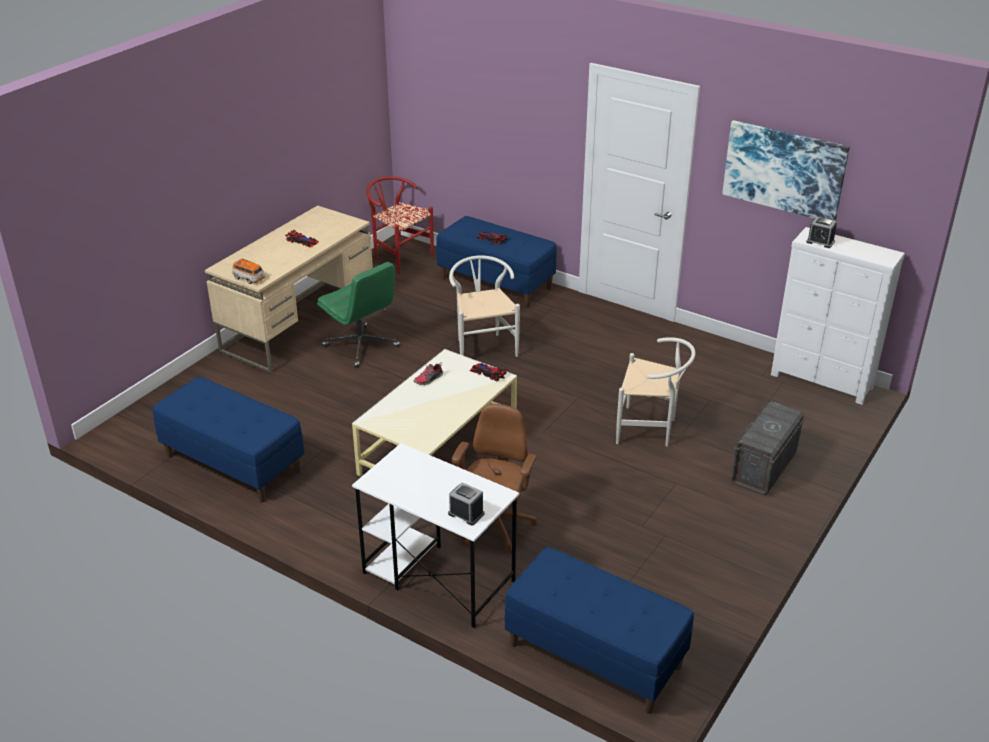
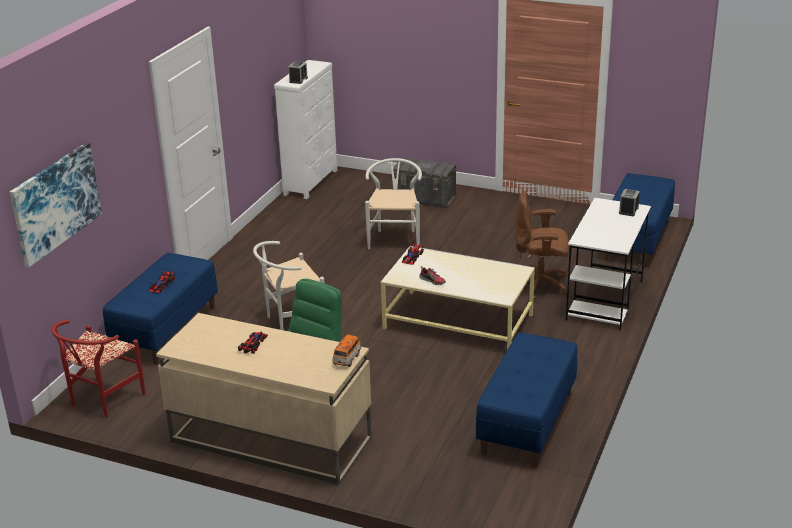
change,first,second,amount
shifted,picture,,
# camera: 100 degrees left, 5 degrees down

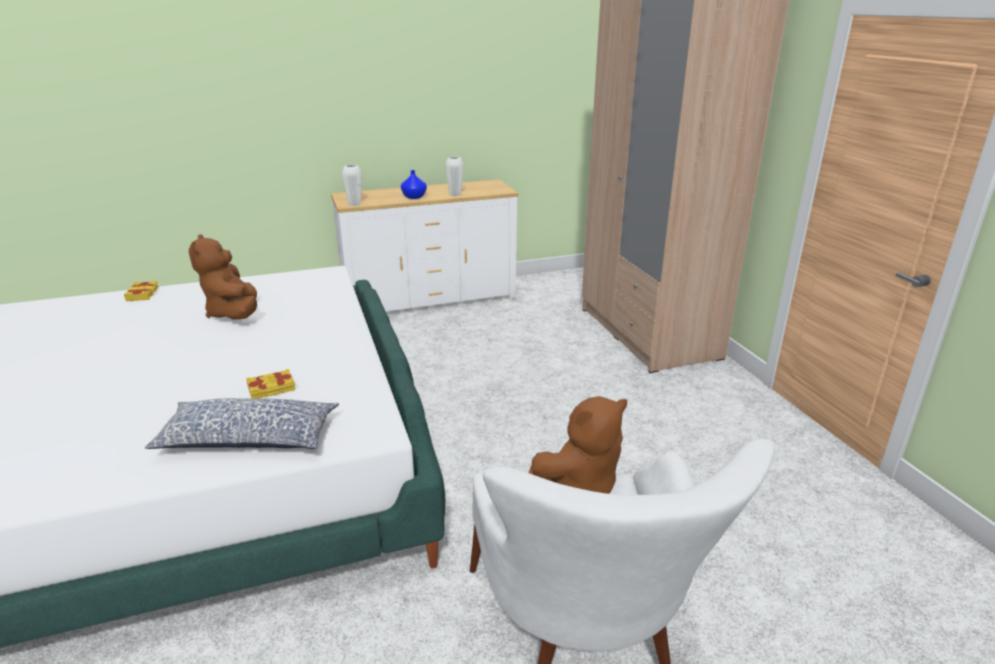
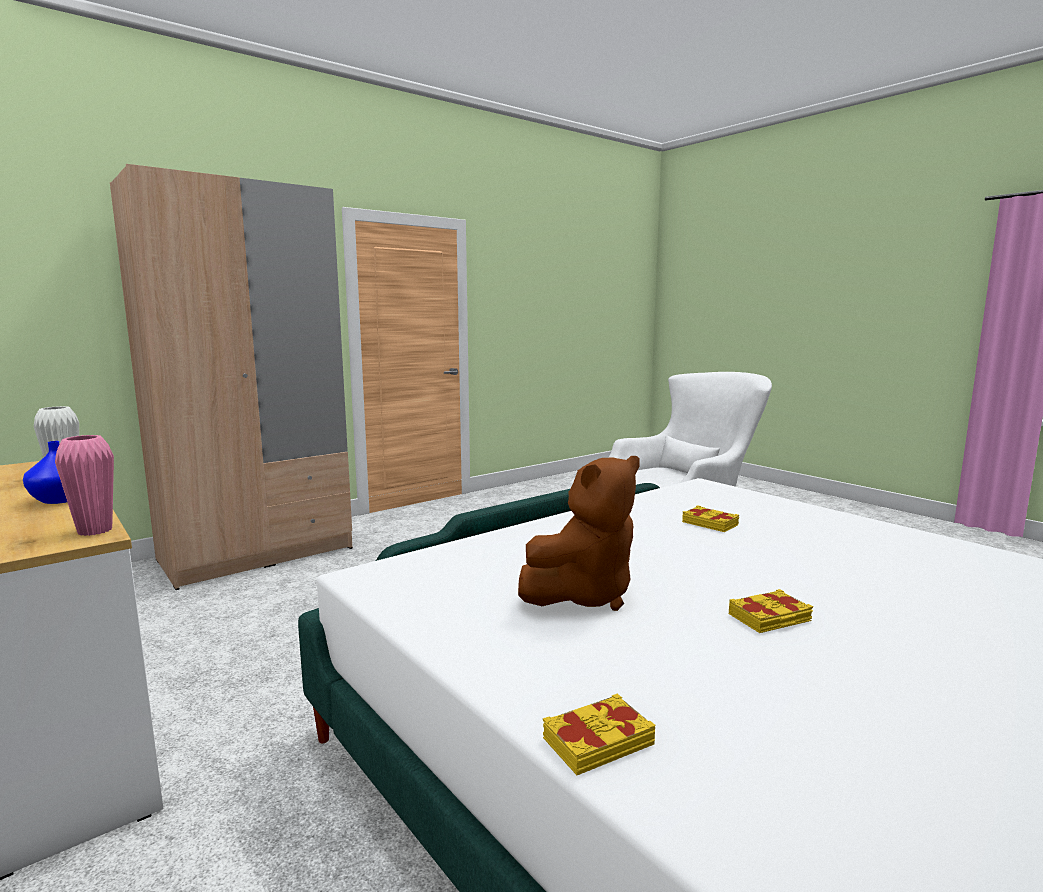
change,first,second,amount
repainted,white vase (no. 1 from left),pink vase,
new,,yellow book (no. 3 from left),
gone,pillow,,
gone,brown plush toy (no. 2 from left),,
# camera: 110 degrees left, 15 degrees down

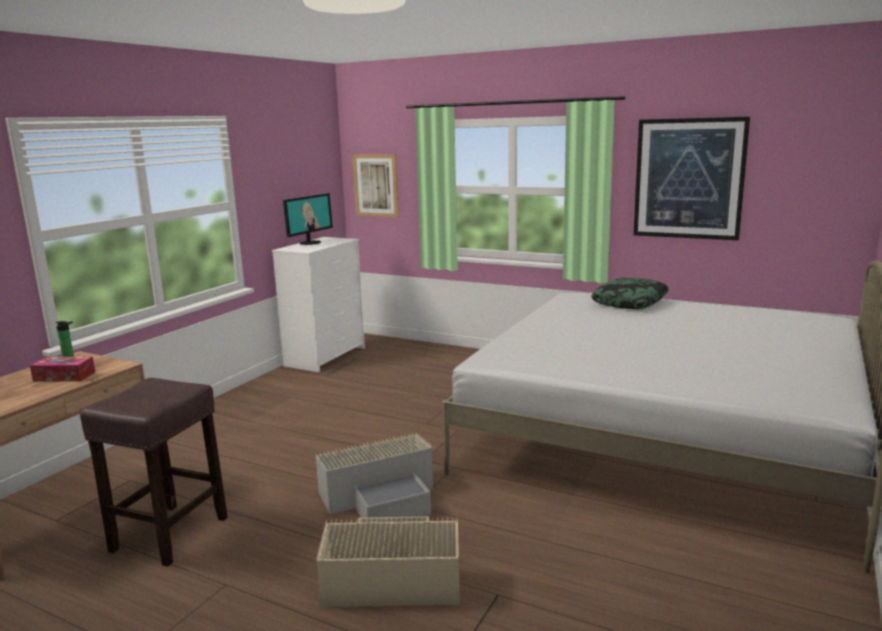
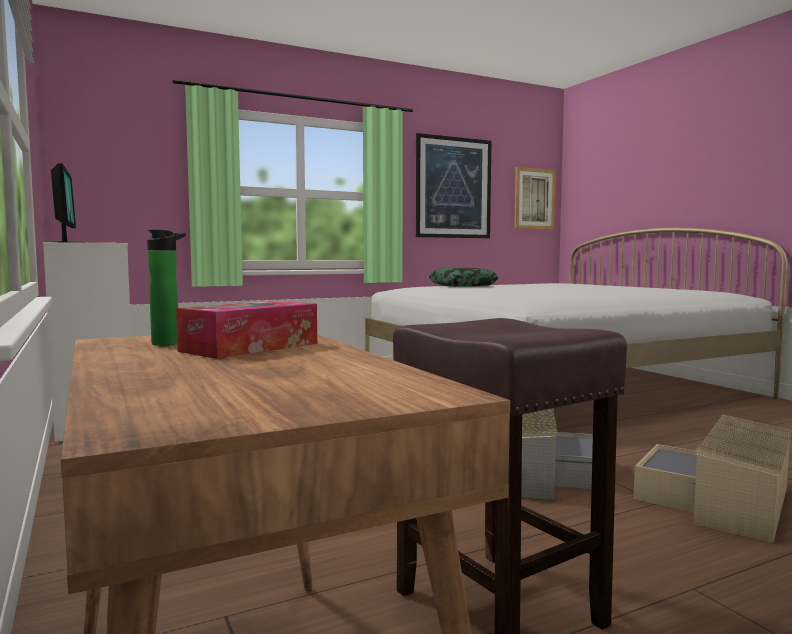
change,first,second,amount
shifted,picture (no. 1 from left in the first image),picture (no. 2 from left),
# camera: 55 degrees left, 10 degrees down

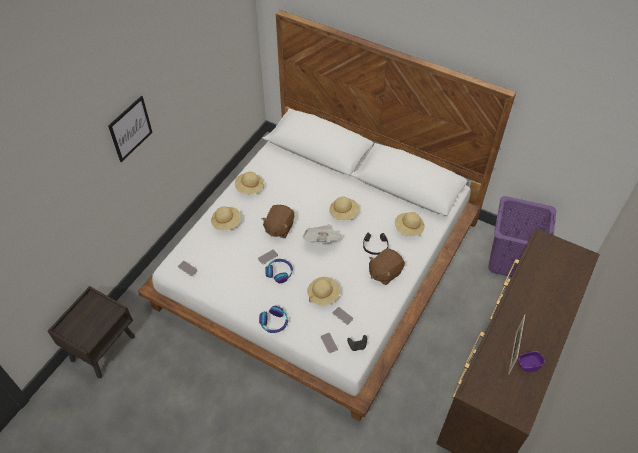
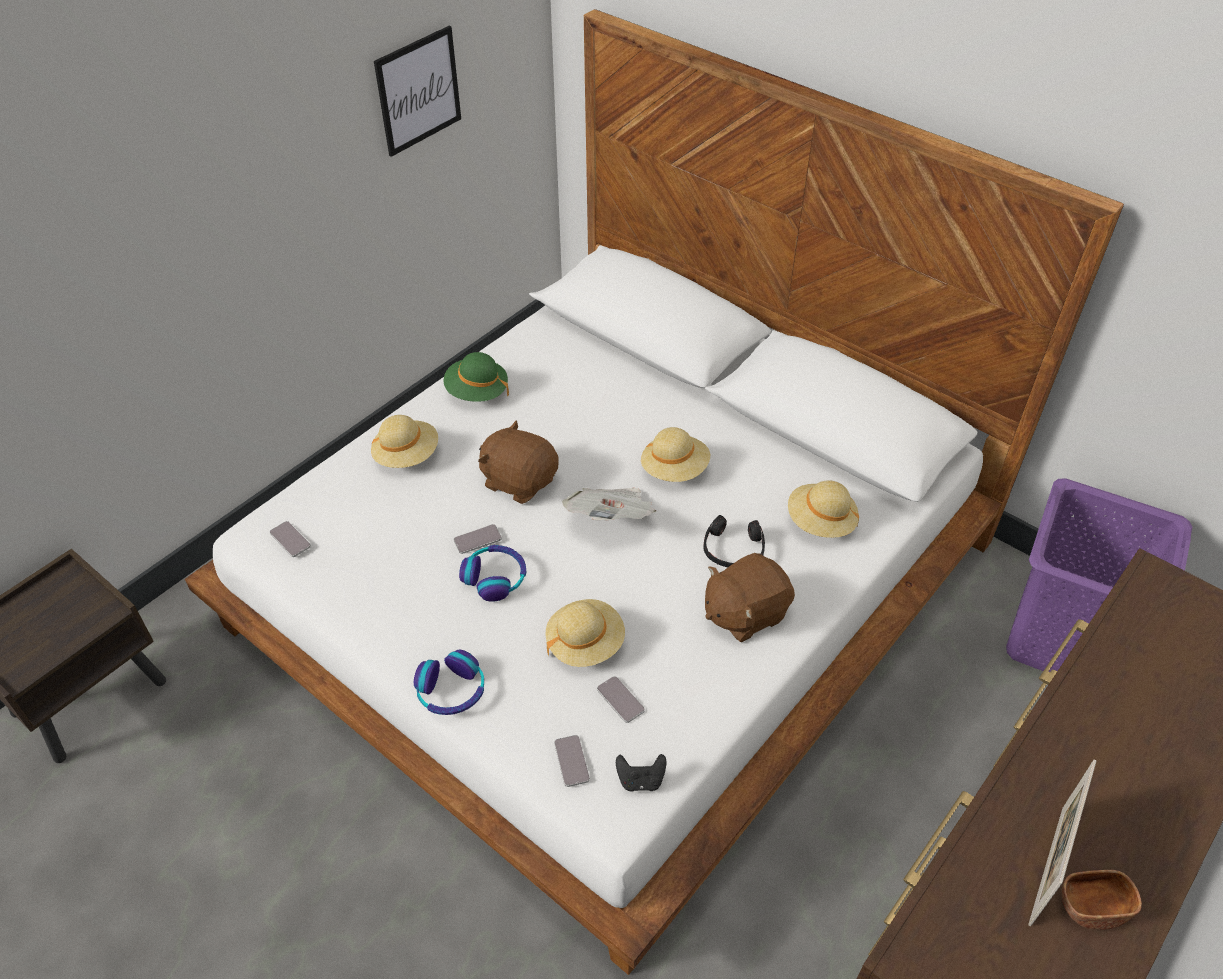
change,first,second,amount
shifted,picture,,
repainted,beige hat (no. 2 from left),green hat,
rotated,brown plush toy (no. 1 from left),,90 degrees clockwise
repainted,purple bowl,brown bowl,
# camera: 10 degrees right, 5 degrees down

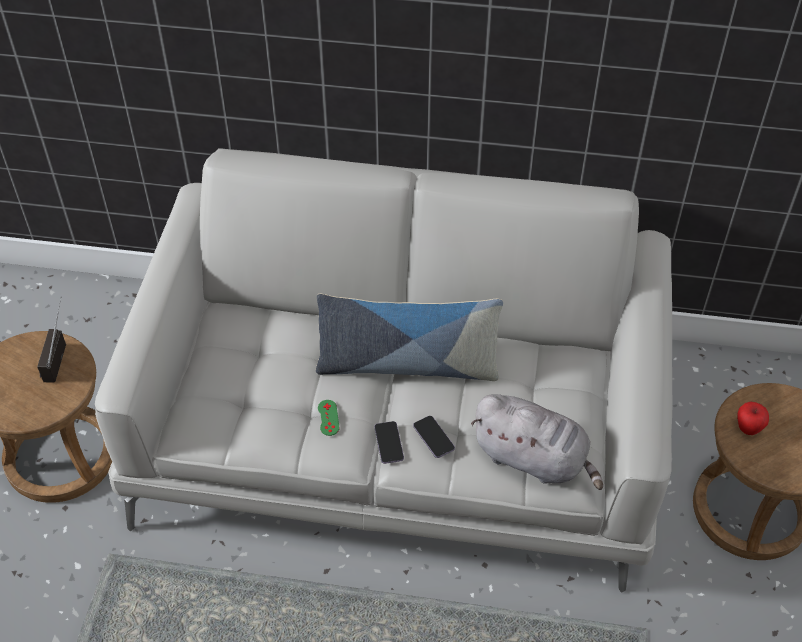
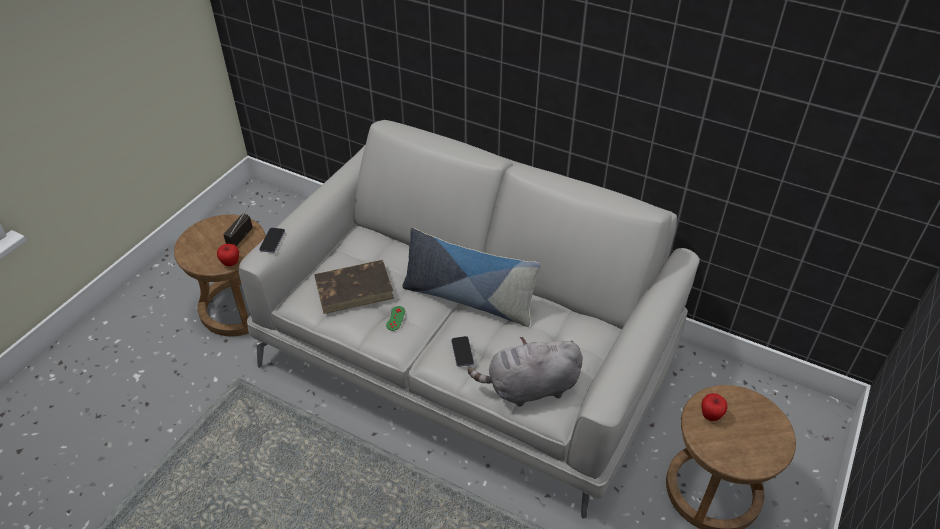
change,first,second,amount
new,,apple (no. 1 from left),
shifted,phone (no. 1 from left),,
new,,brown book,
rotated,grey plush toy,,120 degrees clockwise
# camera: 20 degrees right, 5 degrees down

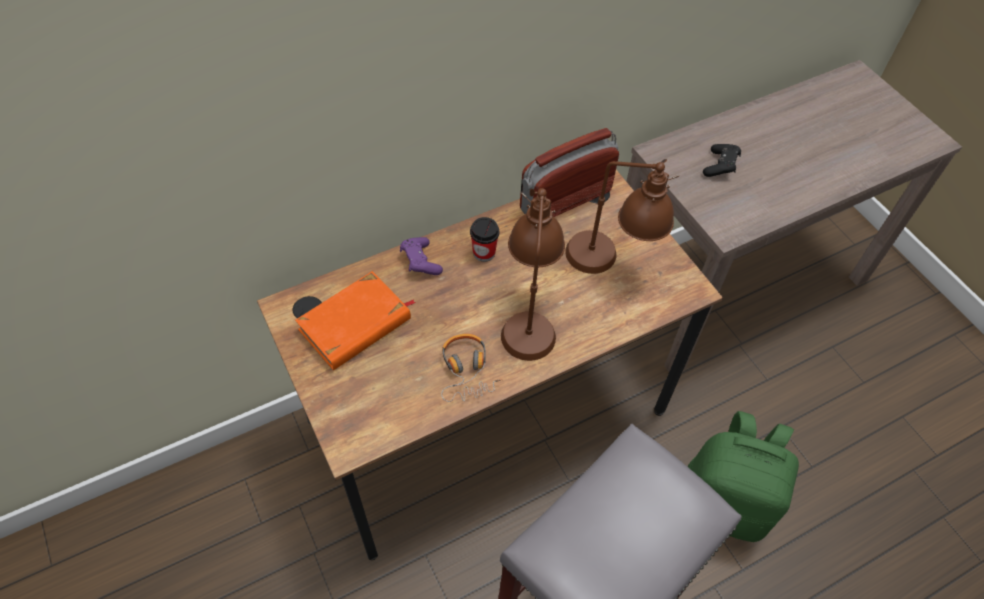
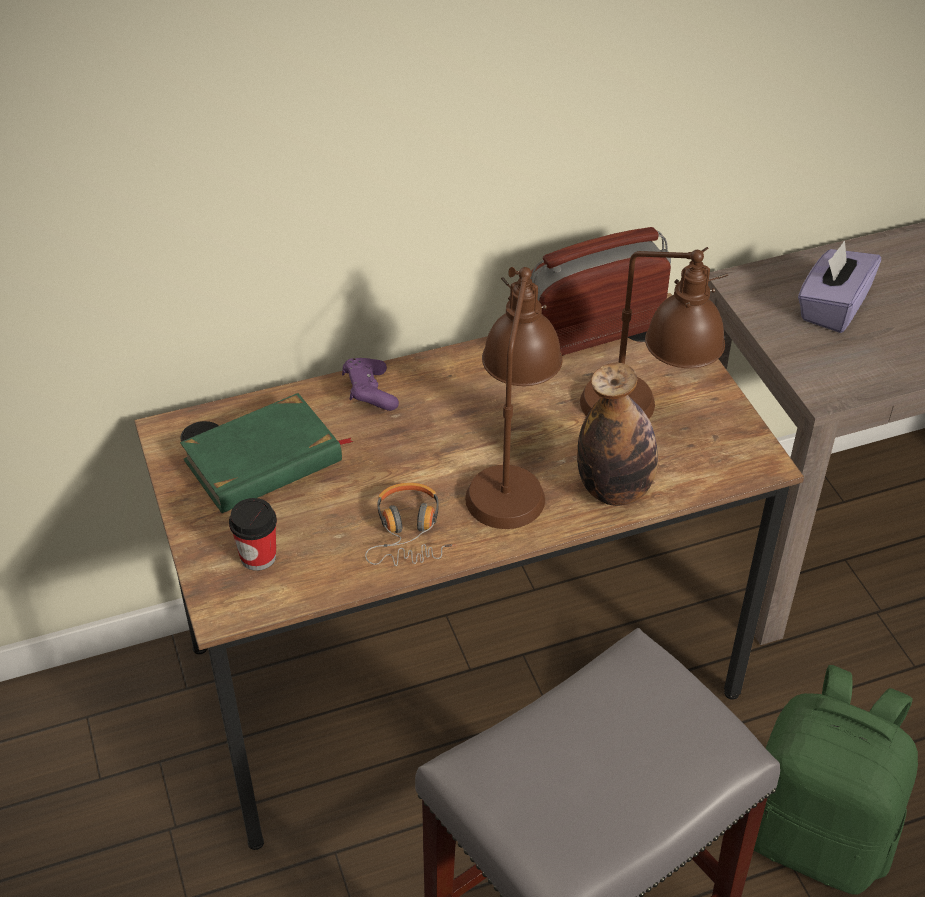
change,first,second,amount
repainted,orange book,green book,
shifted,cup,,
new,,bottle,
swapped,black game controller,purple tissue box,
# camera: 10 degrees right, 10 degrees down

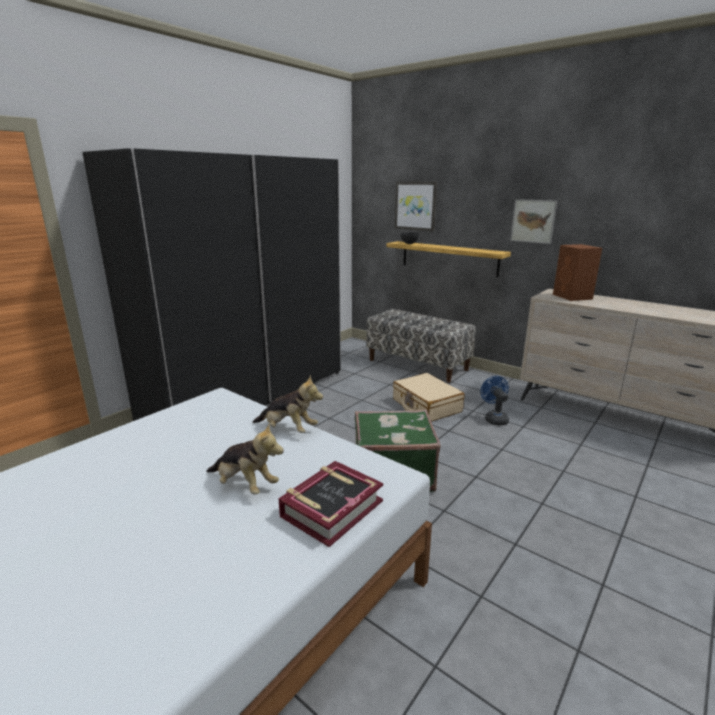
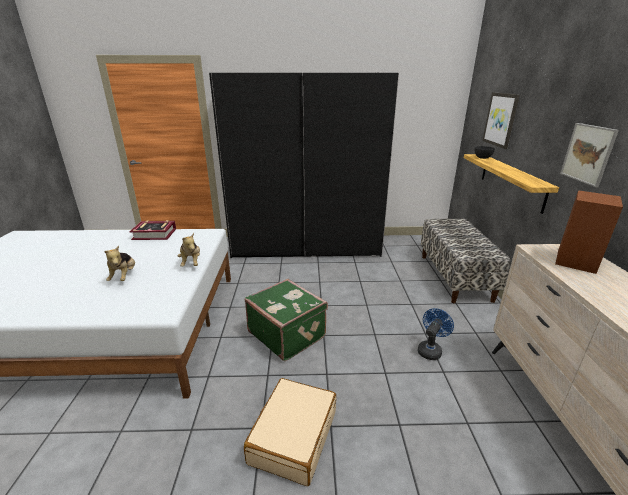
change,first,second,amount
shifted,book,,
shifted,beige suitcase,,
# camera: 50 degrees right, 5 degrees up

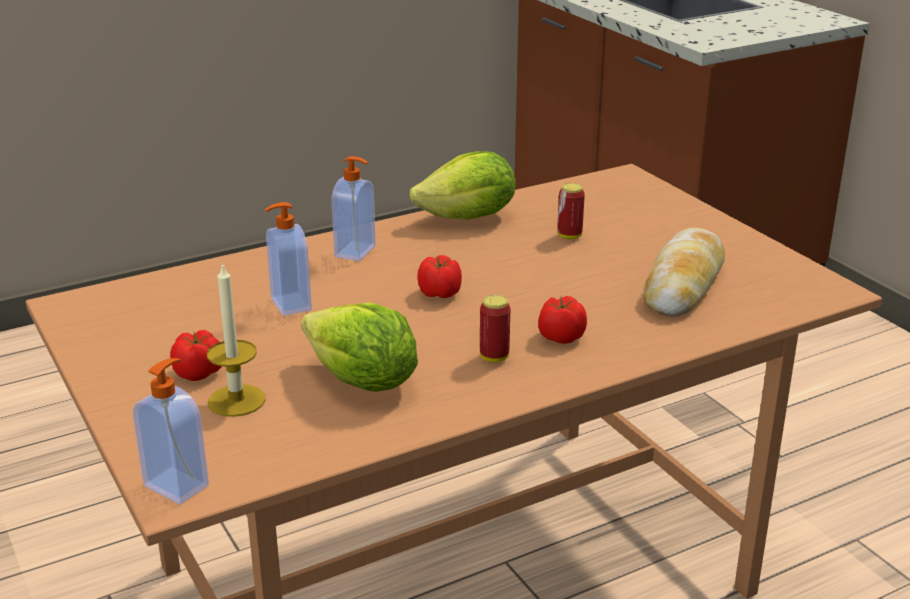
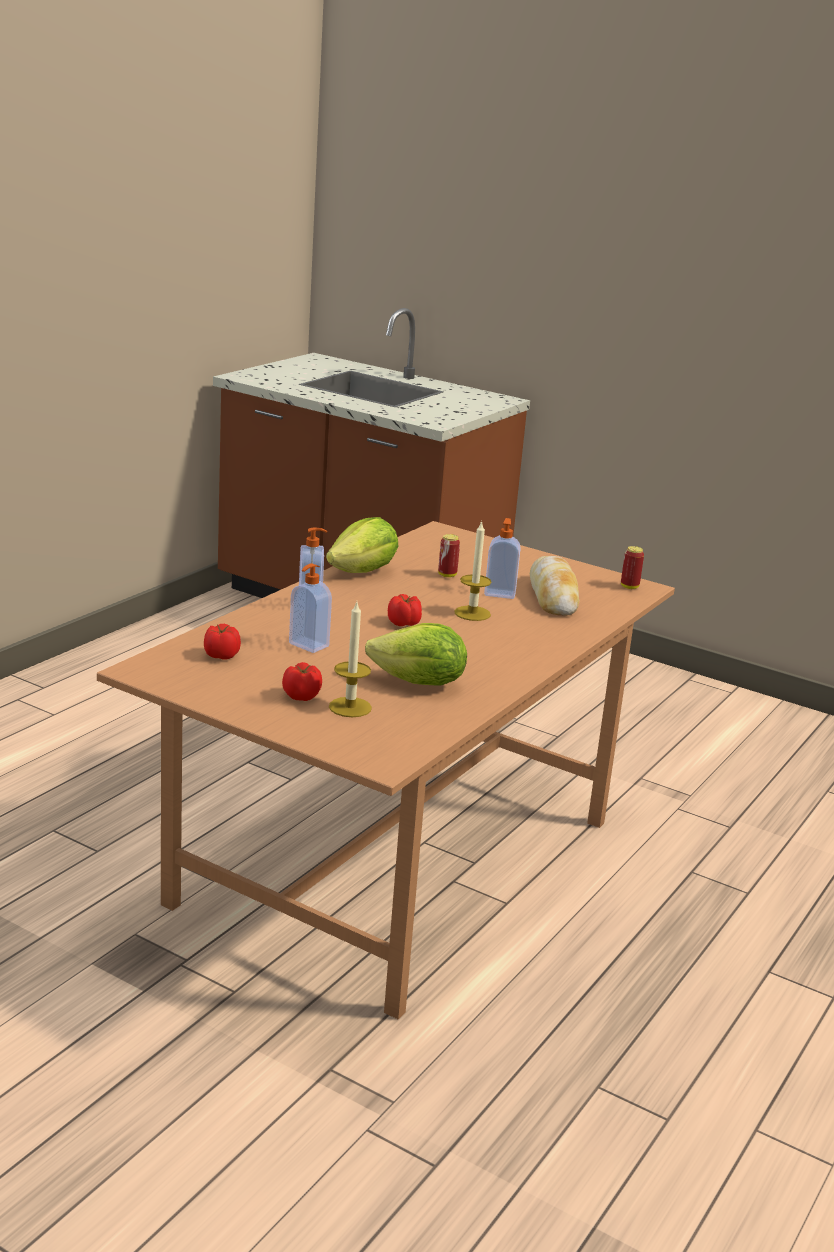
change,first,second,amount
shifted,tomato (no. 3 from left in the first image),tomato (no. 1 from left),
new,,candle (no. 2 from left),
shifted,soap dispenser (no. 1 from left in the first image),soap dispenser (no. 3 from left),
shifted,can (no. 1 from left in the first image),can (no. 2 from left),
# camera: 30 degrees left, 5 degrees down

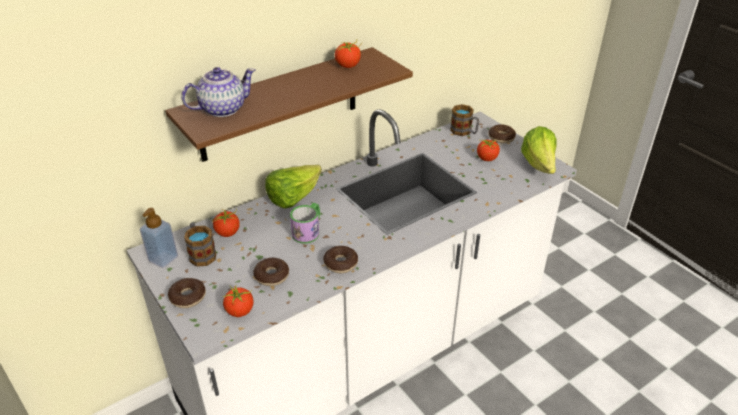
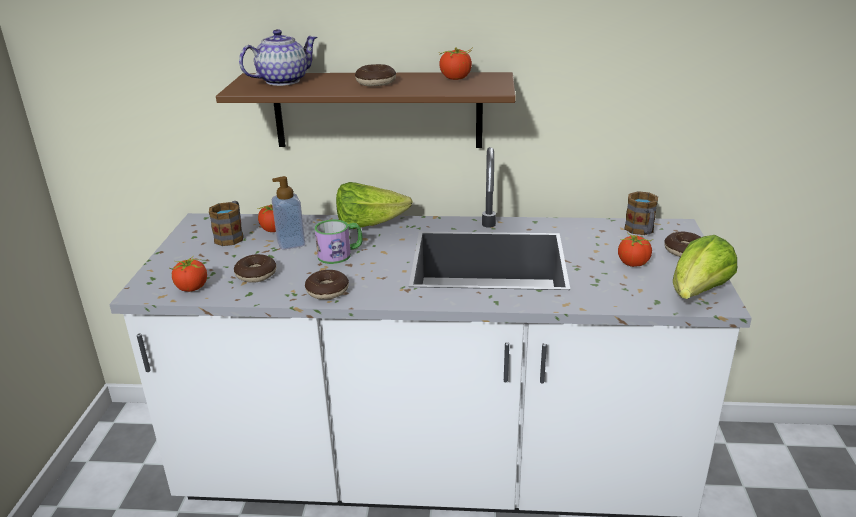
change,first,second,amount
rotated,teapot,,45 degrees counterclockwise
shifted,soap dispenser,,
shifted,donut (no. 1 from left in the first image),donut (no. 3 from left),
# camera: 40 degrees right, 10 degrees down

